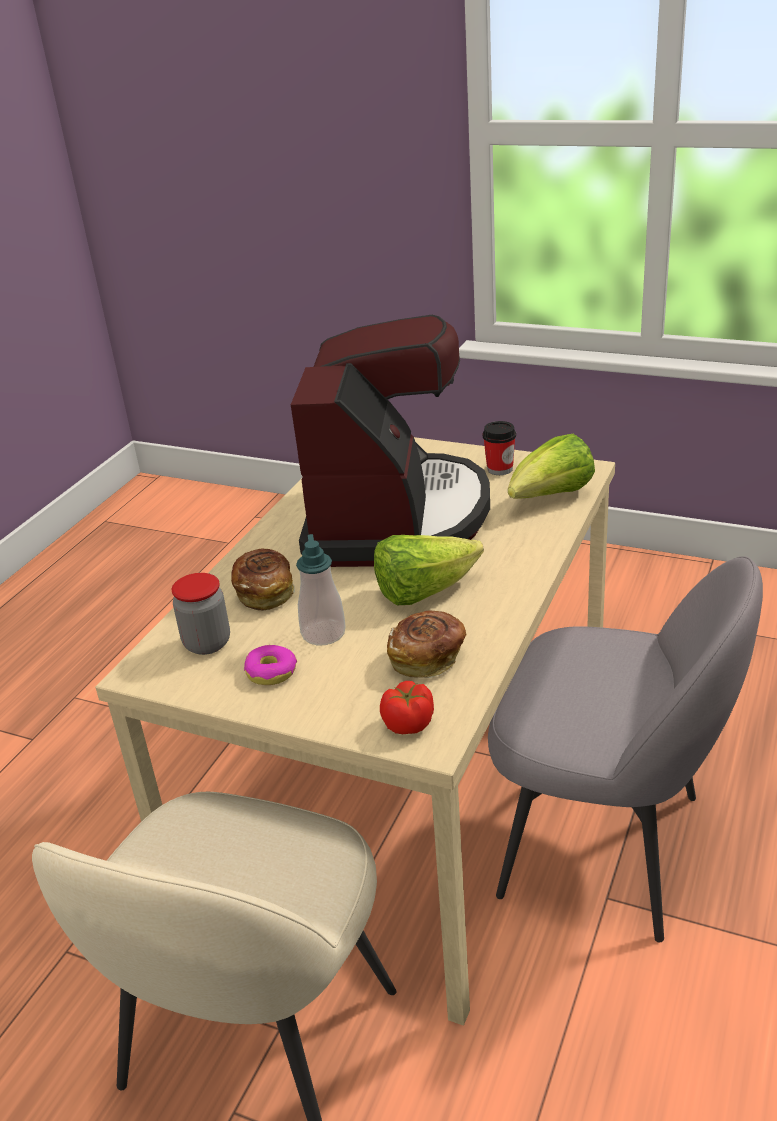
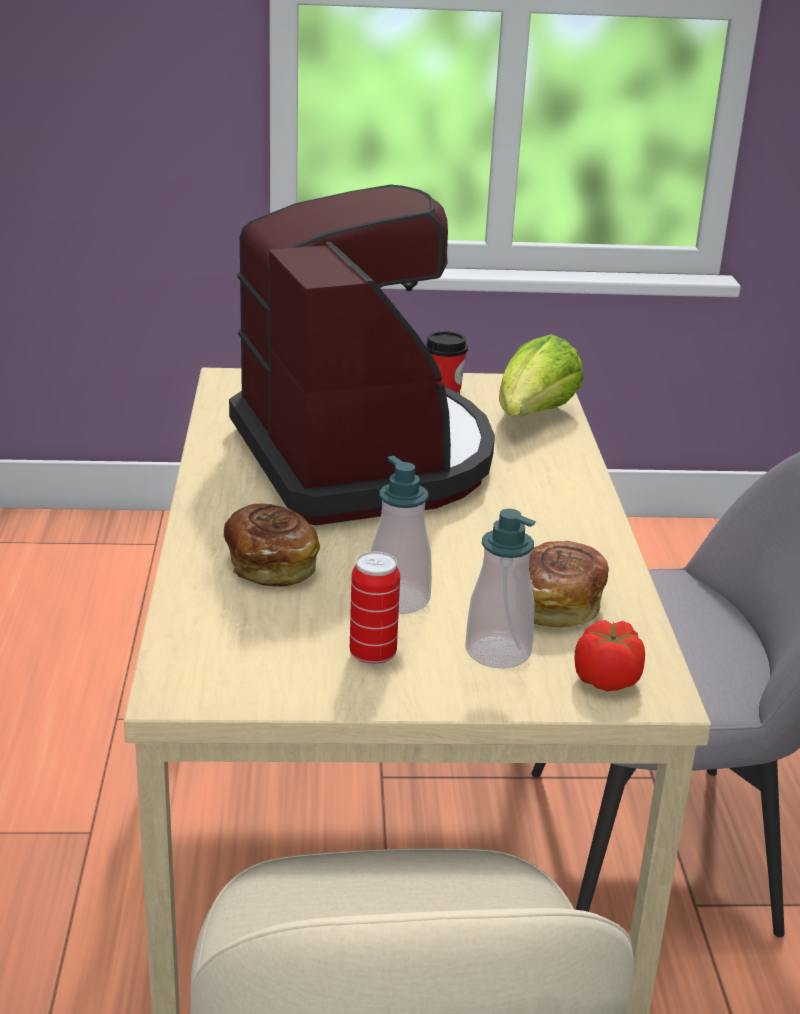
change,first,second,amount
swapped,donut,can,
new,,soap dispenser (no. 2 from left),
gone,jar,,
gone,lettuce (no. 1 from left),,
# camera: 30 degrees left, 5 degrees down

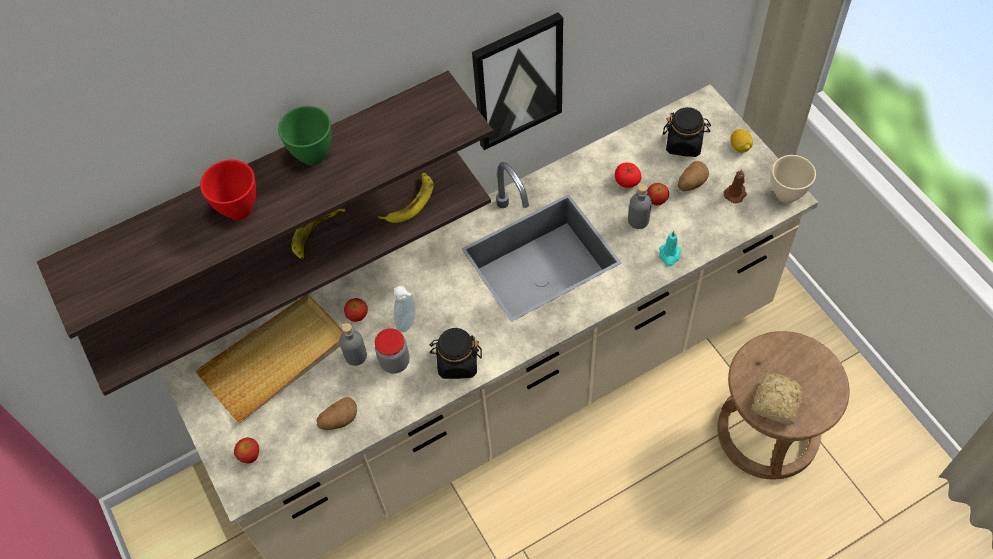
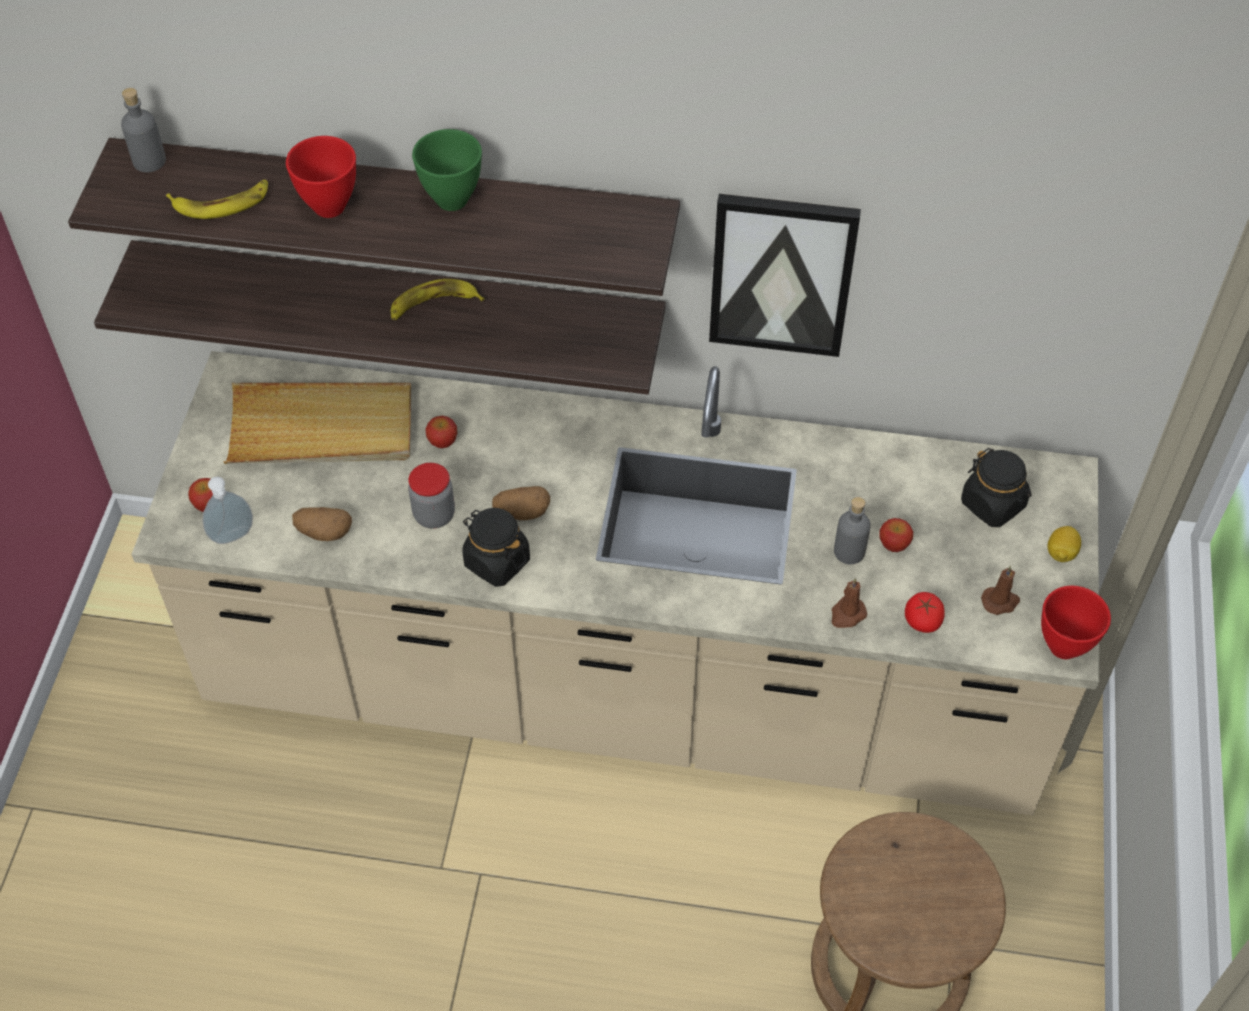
change,first,second,amount
shifted,grey bottle (no. 1 from left),,
shifted,banana (no. 2 from left in the first image),banana (no. 1 from left),
shifted,soap dispenser,,
shifted,potato (no. 2 from left),,
repainted,turquoise candle,brown candle (no. 1 from left),
shifted,tomato,,
repainted,beige bowl,red bowl (no. 2 from left),
gone,bread,,
# camera: 35 degrees right, 5 degrees down

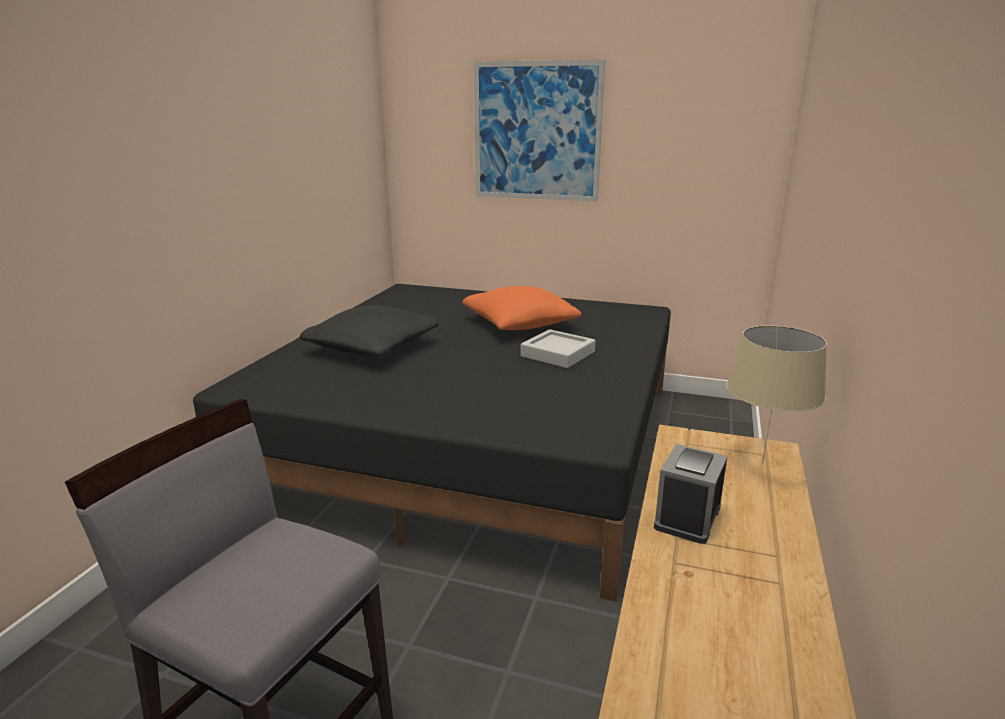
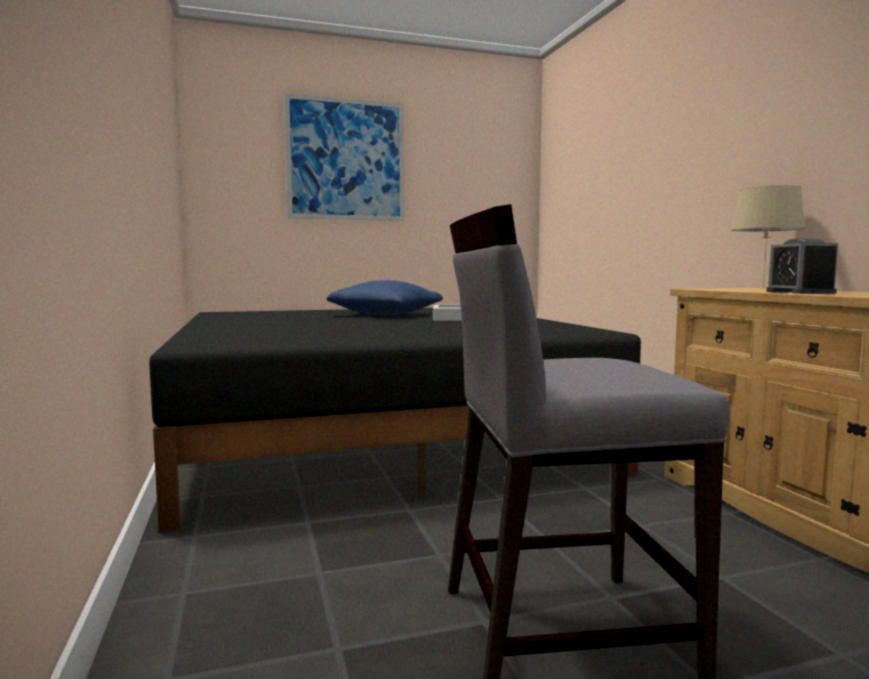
change,first,second,amount
repainted,orange pillow,blue pillow,
gone,black pillow,,
# camera: 35 degrees left, 15 degrees down

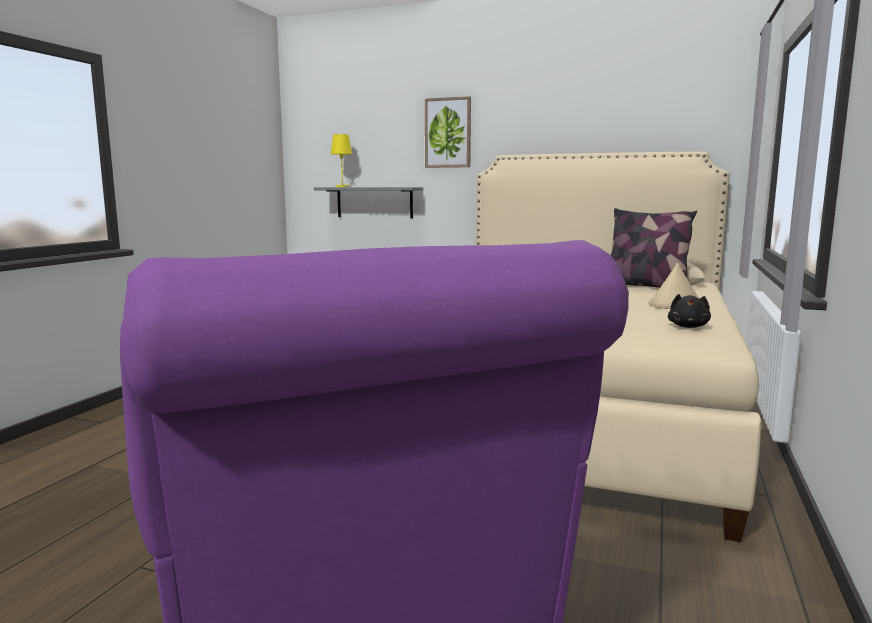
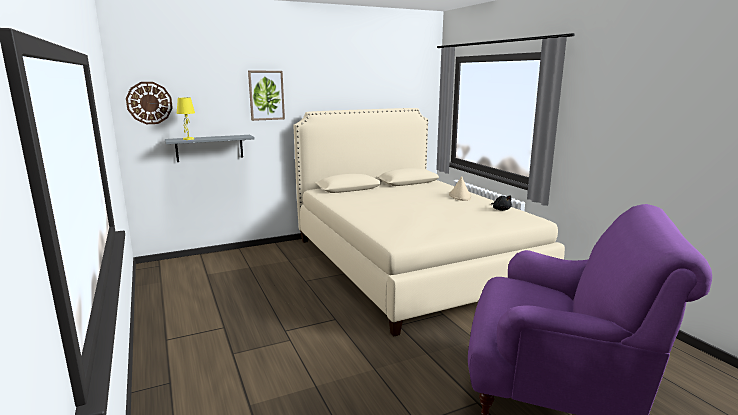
change,first,second,amount
new,,wall clock,
gone,pillow,,
# camera: 45 degrees left, 5 degrees up

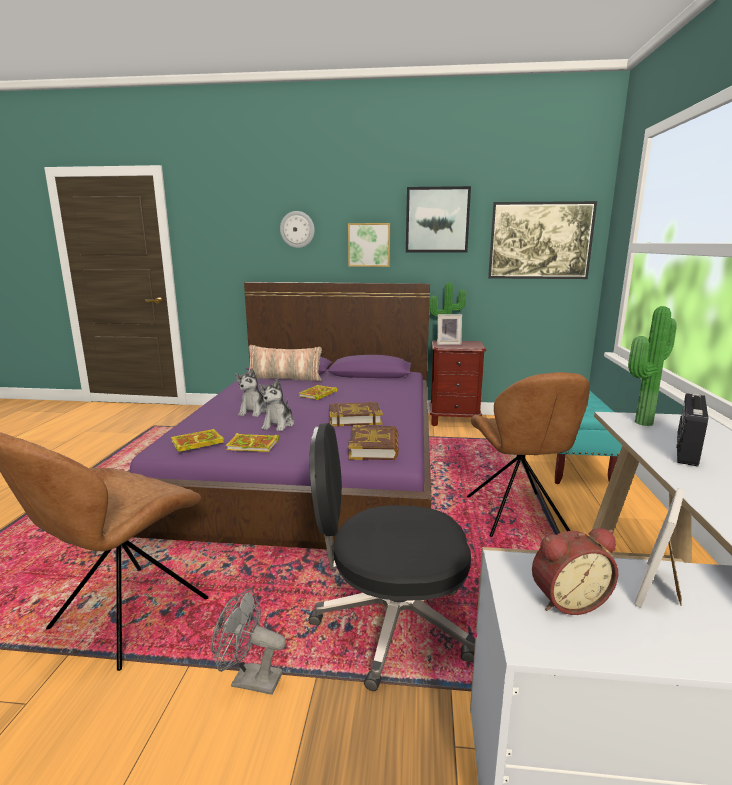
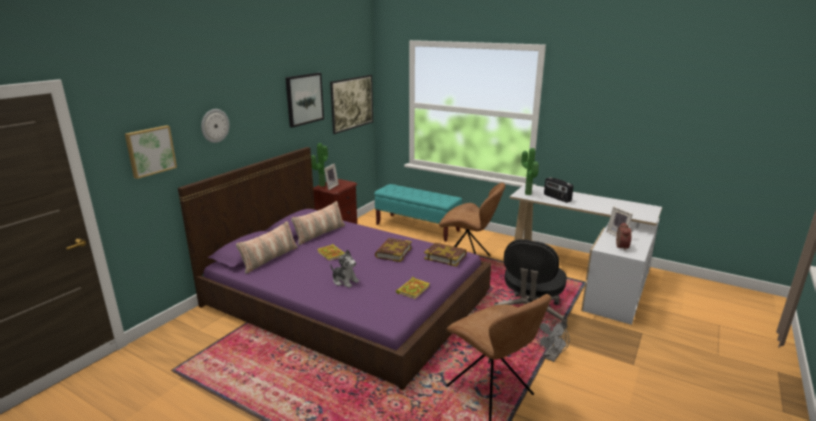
change,first,second,amount
shifted,picture (no. 1 from left),,
new,,pillow (no. 2 from left),
gone,book (no. 1 from left),,
gone,plush toy (no. 2 from left),,
# camera: 65 degrees left, 5 degrees up

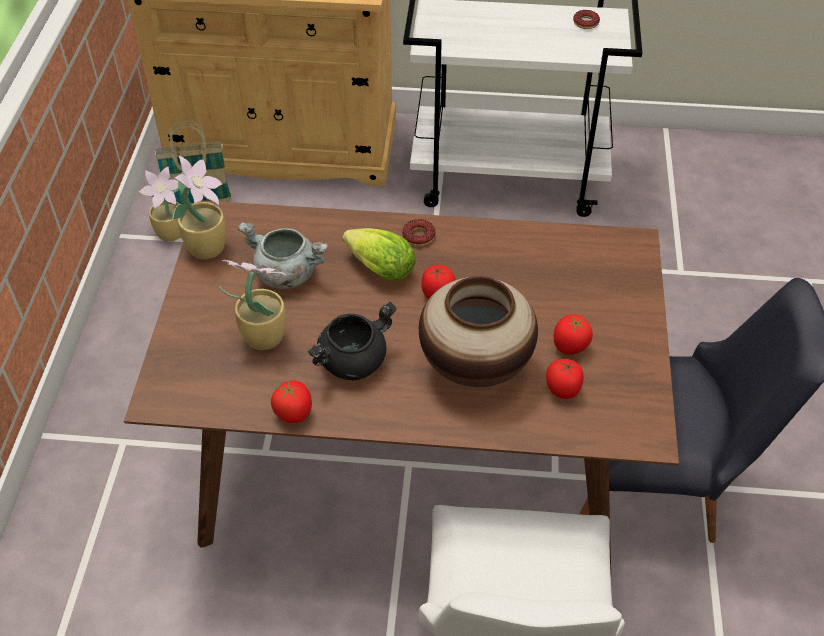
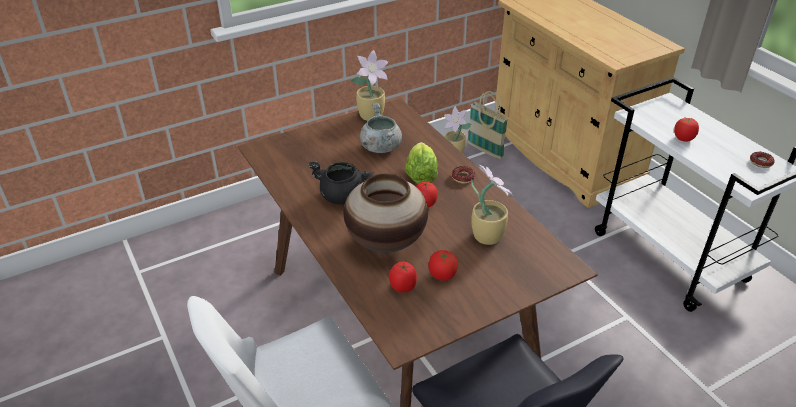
change,first,second,amount
shifted,potted plant (no. 3 from left),,
shifted,tomato (no. 1 from left in the first image),tomato (no. 4 from left),
# camera: 55 degrees right, 10 degrees down

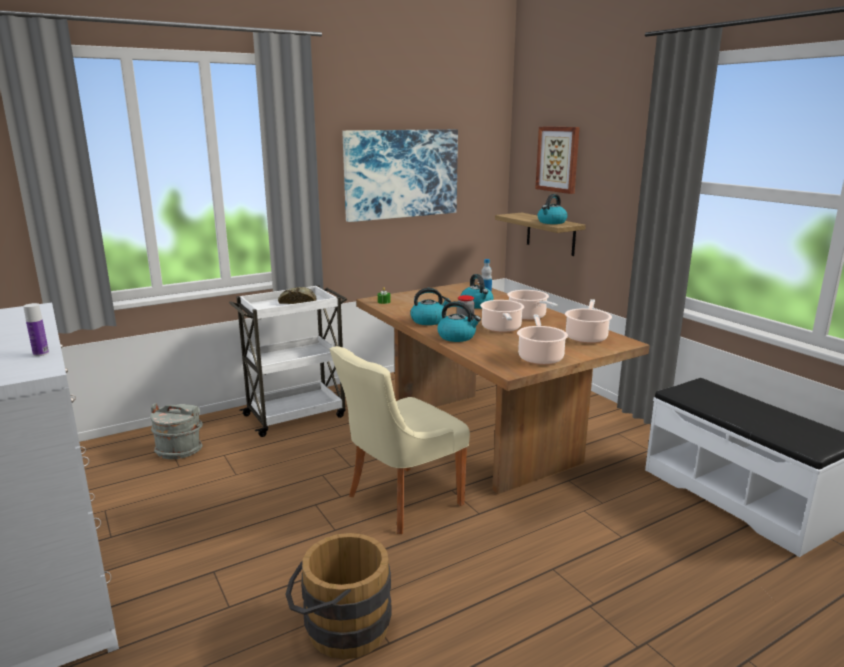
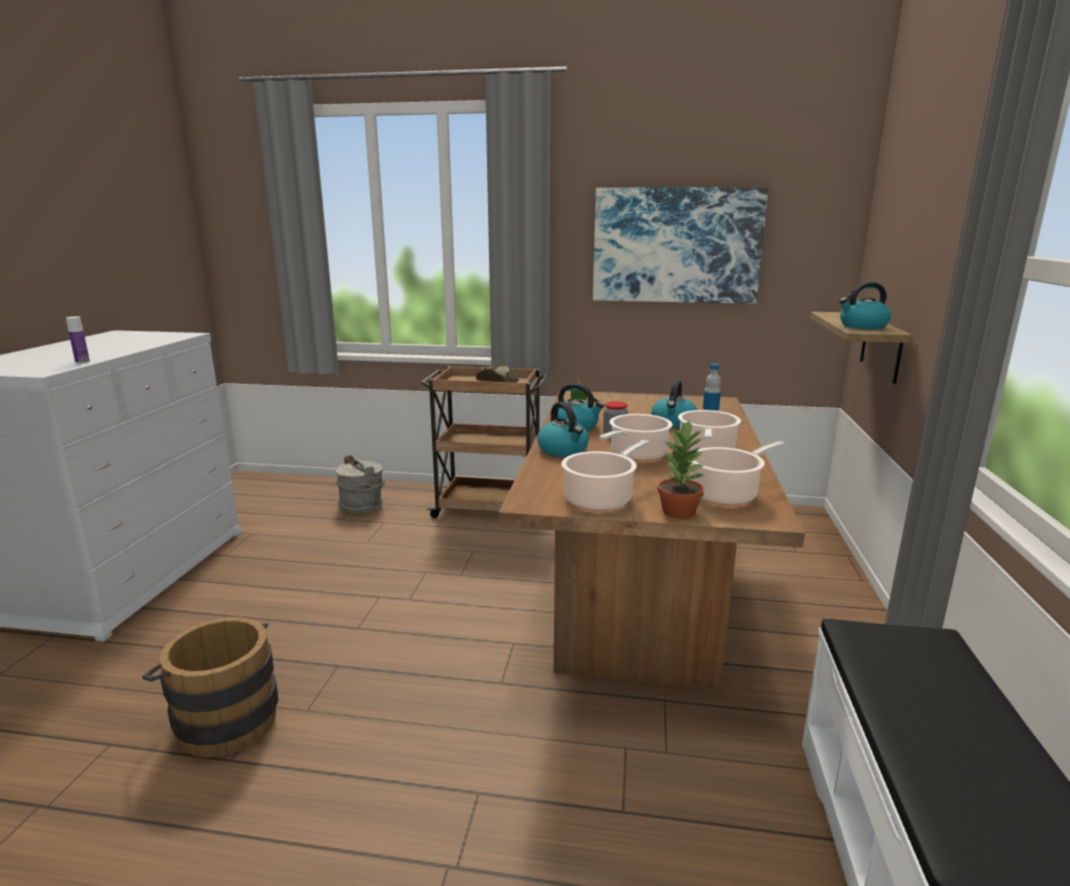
change,first,second,amount
repainted,white cart,brown cart,
new,,potted plant,
gone,beige chair,,
gone,picture (no. 2 from left),,
# camera: 40 degrees right, 0 degrees up

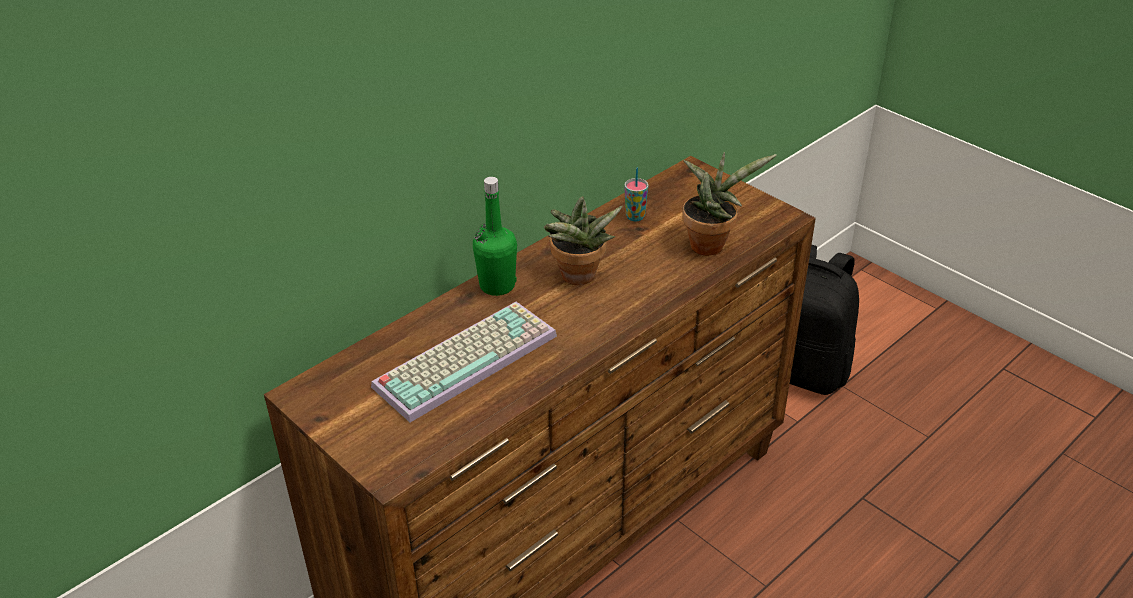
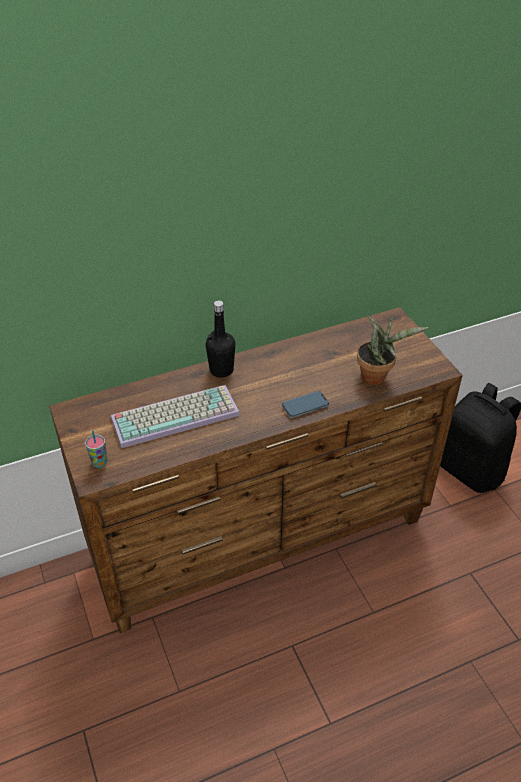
change,first,second,amount
shifted,cup,,
repainted,green bottle,black bottle,
new,,phone,
gone,potted plant (no. 1 from left),,
# camera: 20 degrees right, 5 degrees up

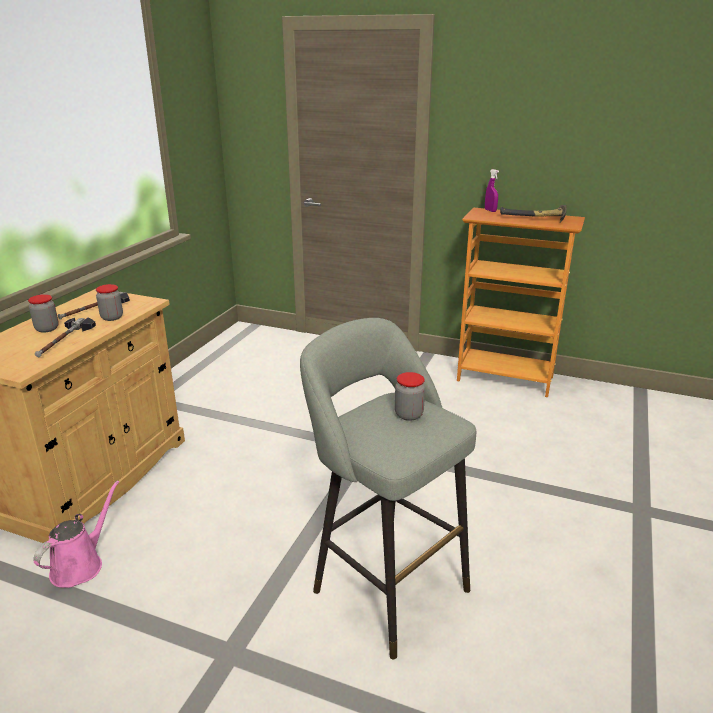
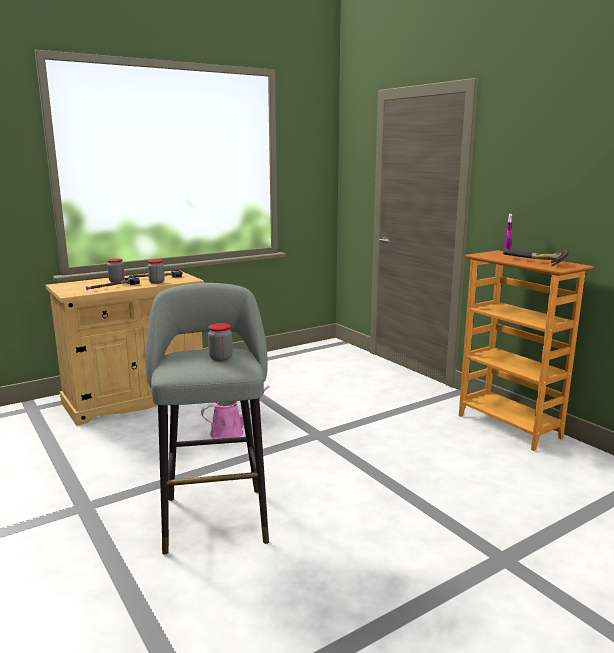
change,first,second,amount
shifted,pink watering can,,
# camera: 35 degrees right, 10 degrees down

